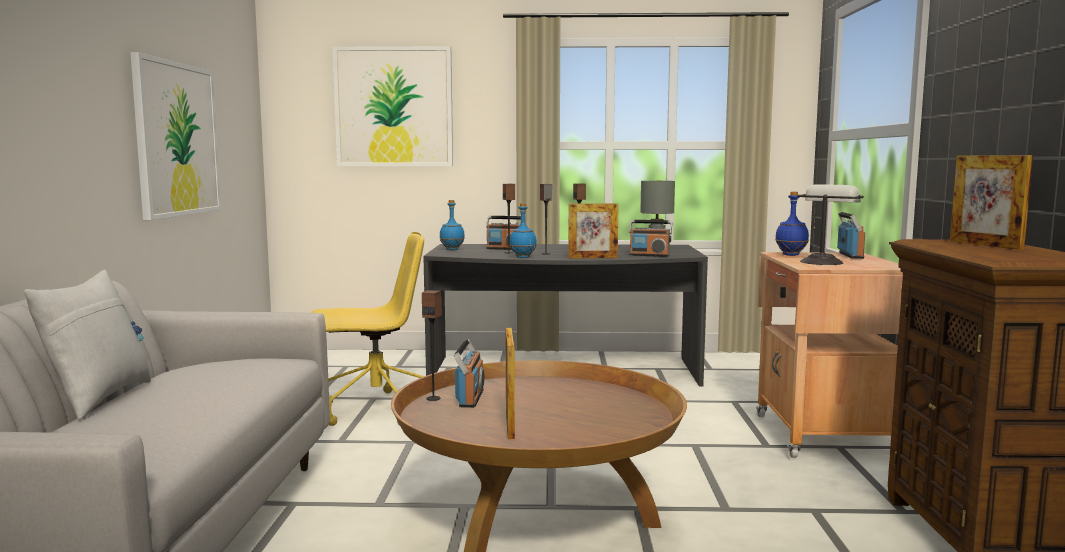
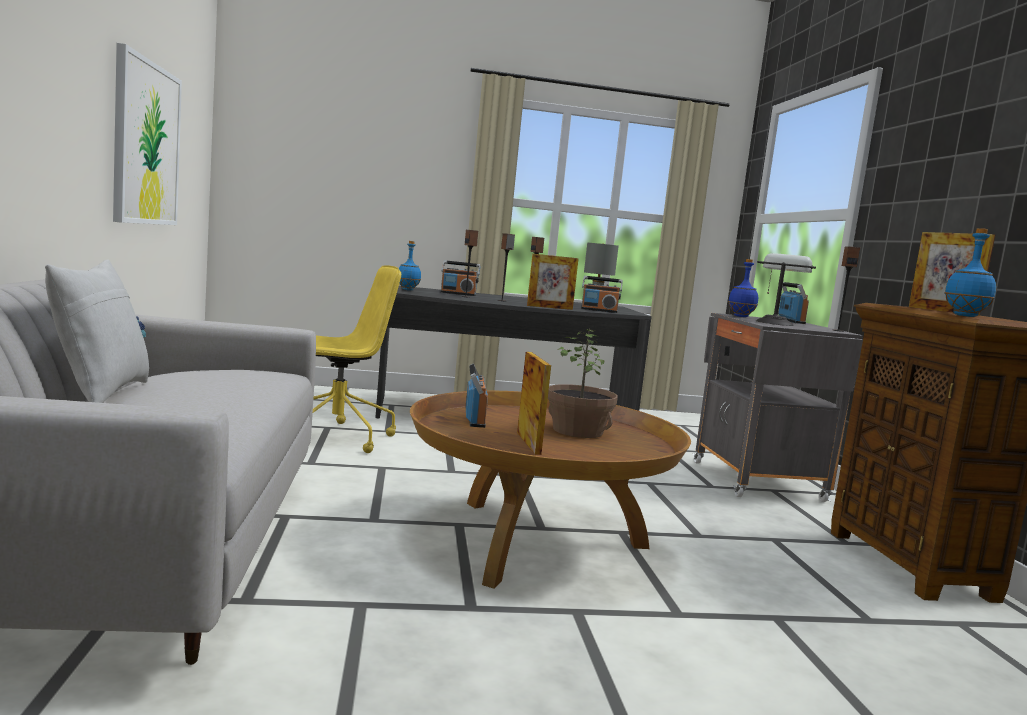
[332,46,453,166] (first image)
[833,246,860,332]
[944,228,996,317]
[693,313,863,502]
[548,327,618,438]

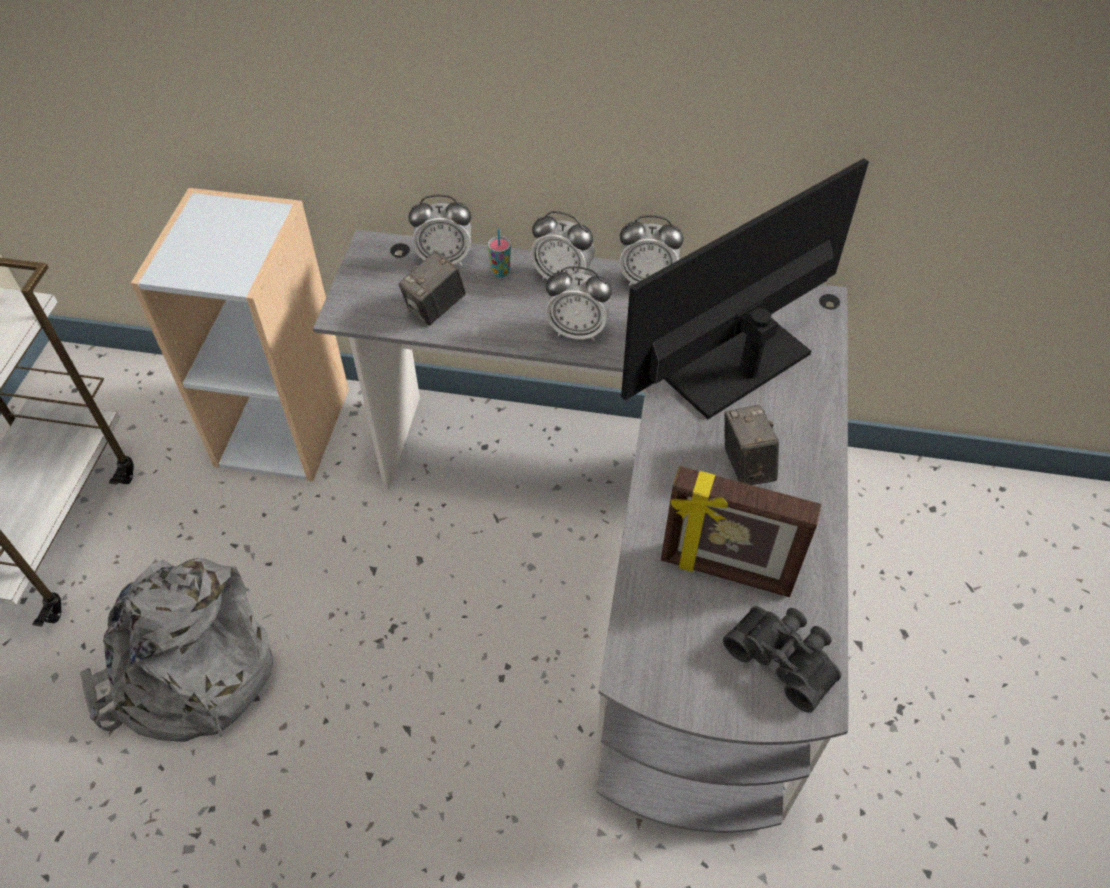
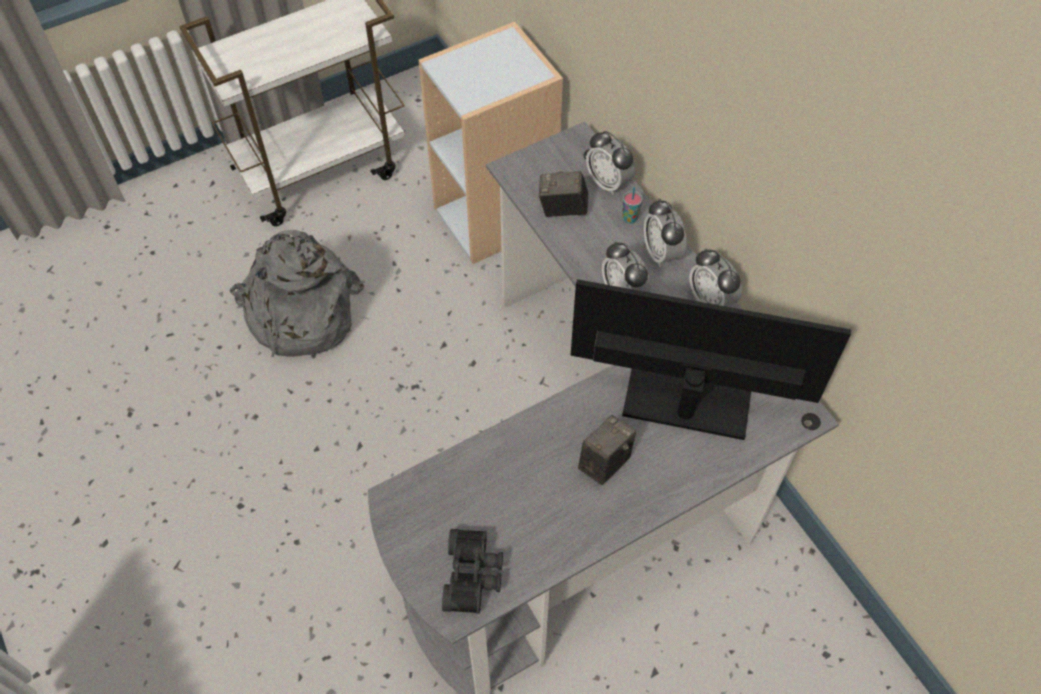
[661,466,821,597] (first image)

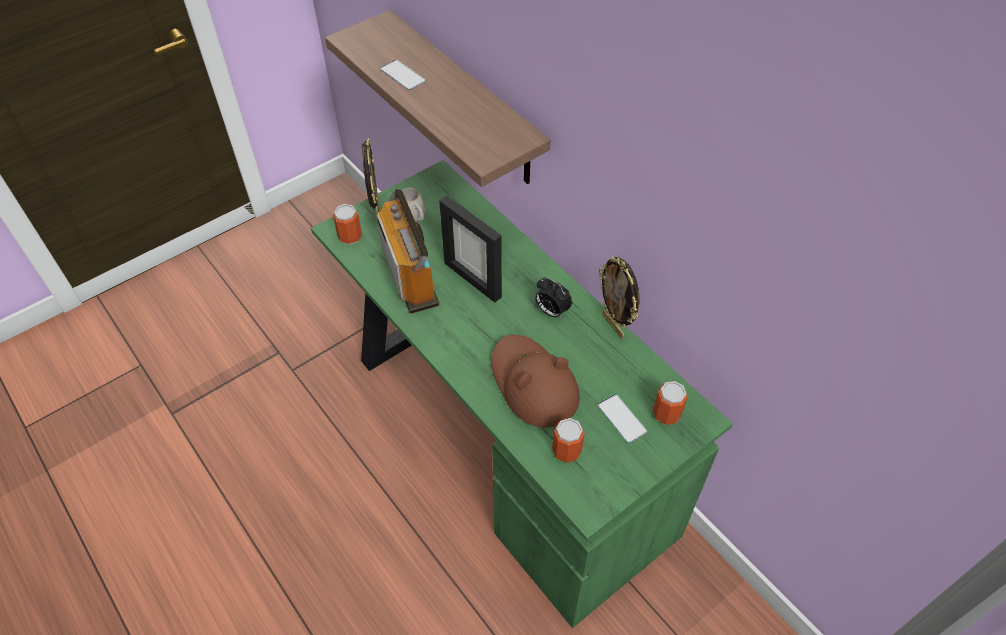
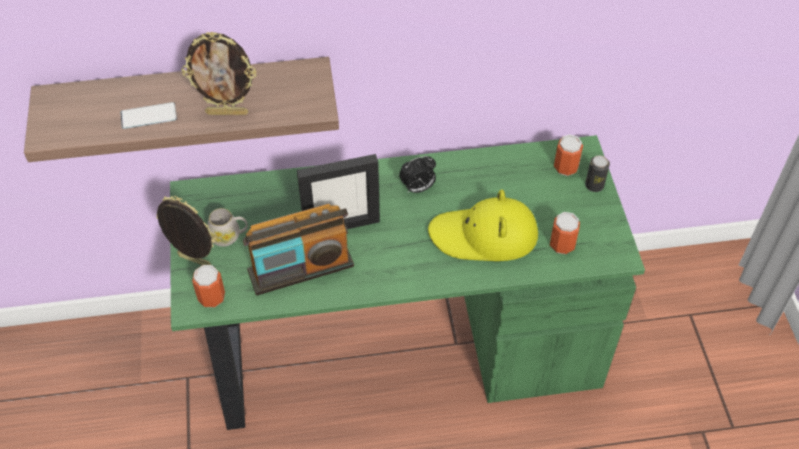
[243,204,354,295]
[428,190,538,261]
[597,394,647,443] (first image)
[181,31,256,115]
[585,155,610,192]

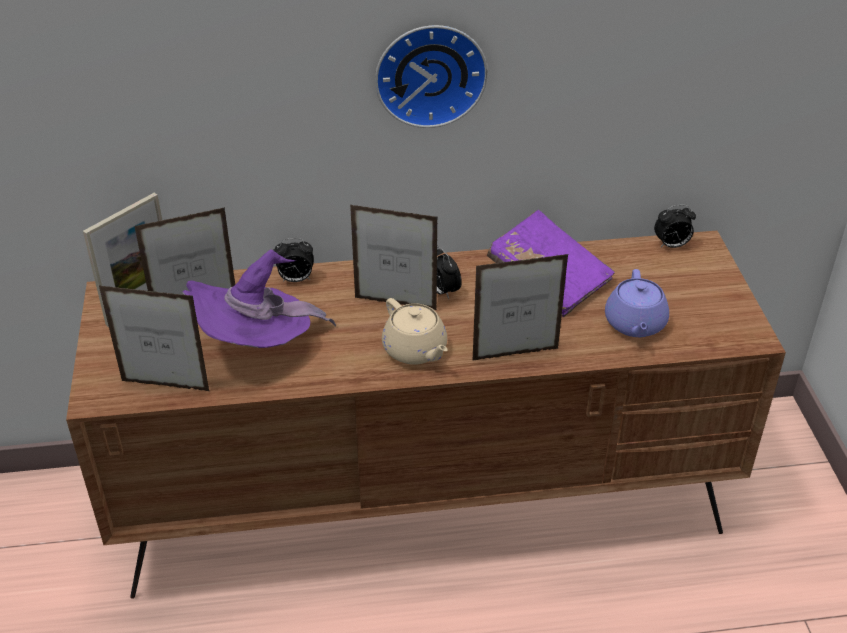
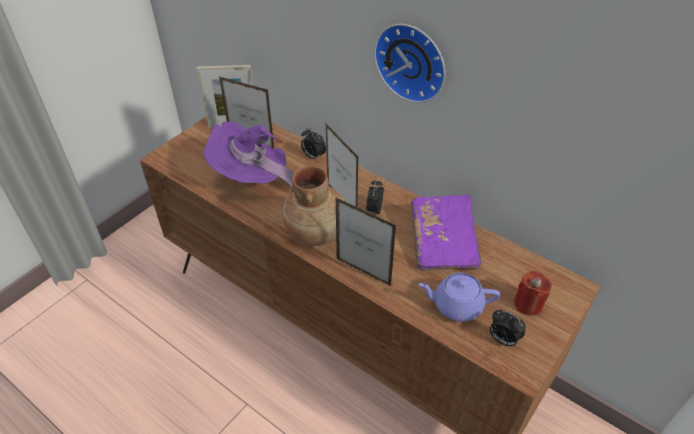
[99,286,209,391] (first image)
[283,166,345,246]
[418,273,500,322]
[490,310,526,347]
[514,271,552,316]

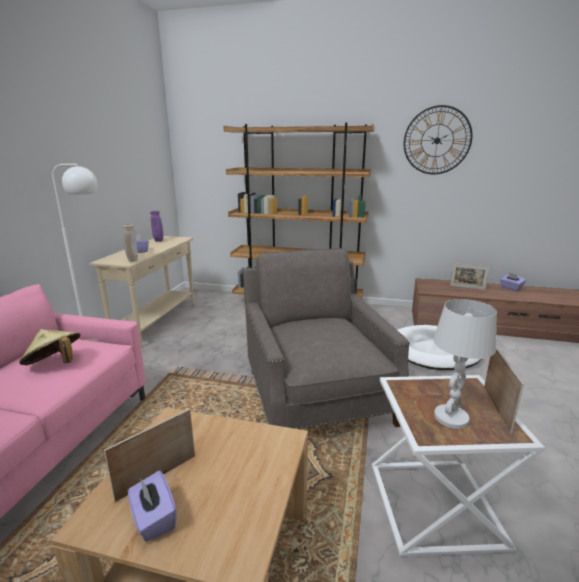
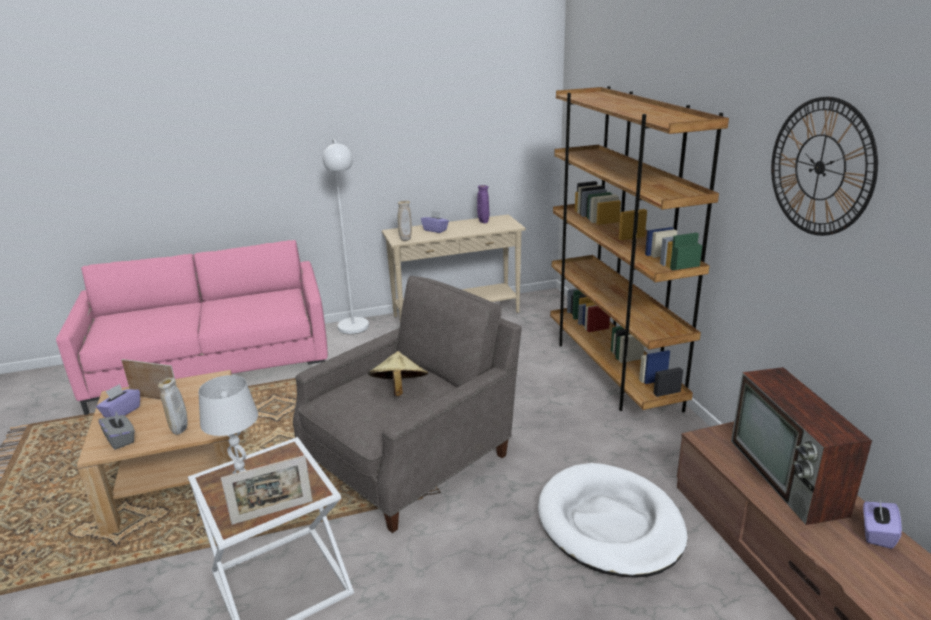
[368,351,428,396]
[731,367,872,525]
[98,412,135,450]
[158,378,187,435]

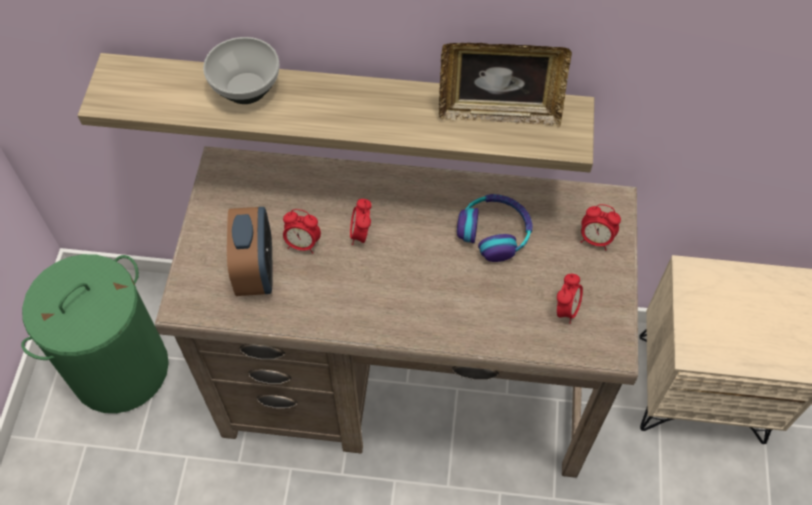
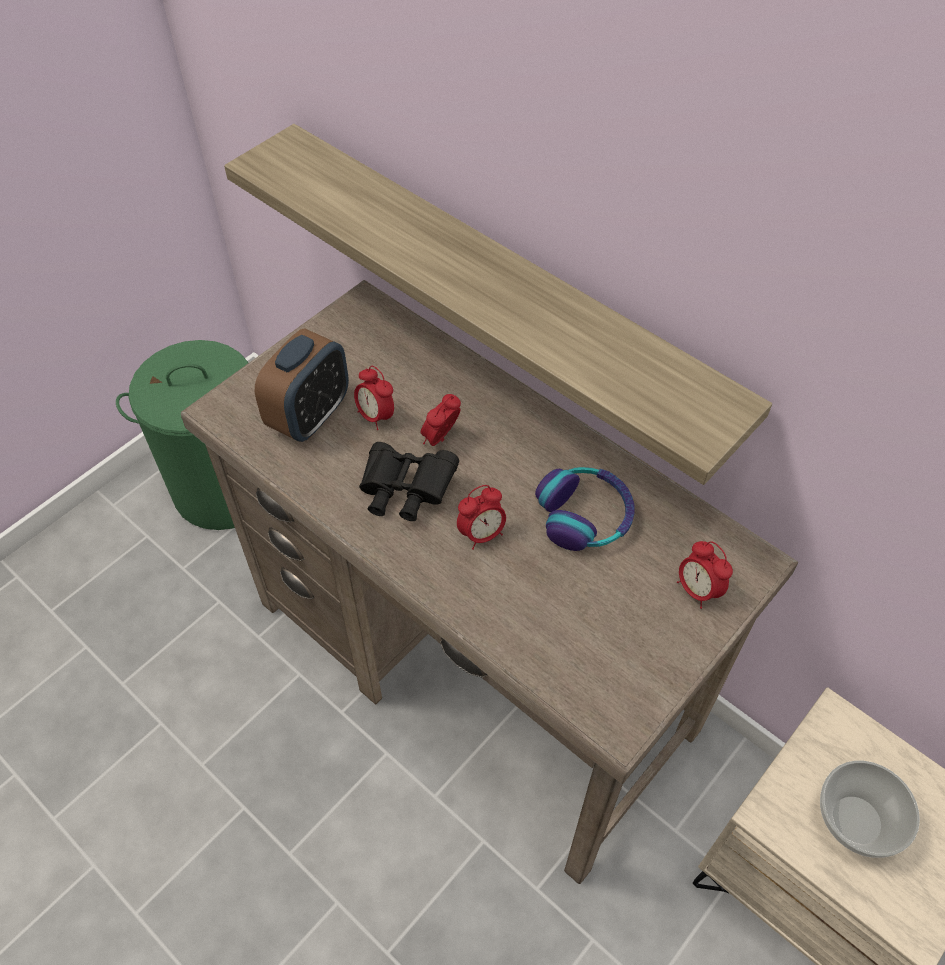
[820,761,920,858]
[439,43,572,127] (first image)
[457,485,506,550]
[359,442,459,521]

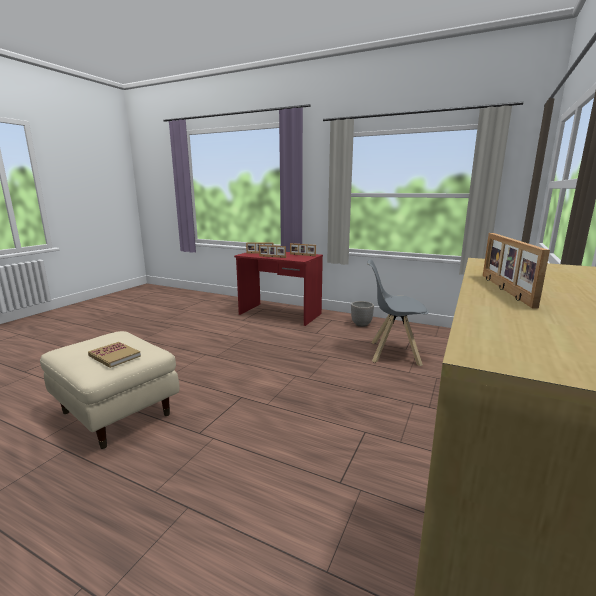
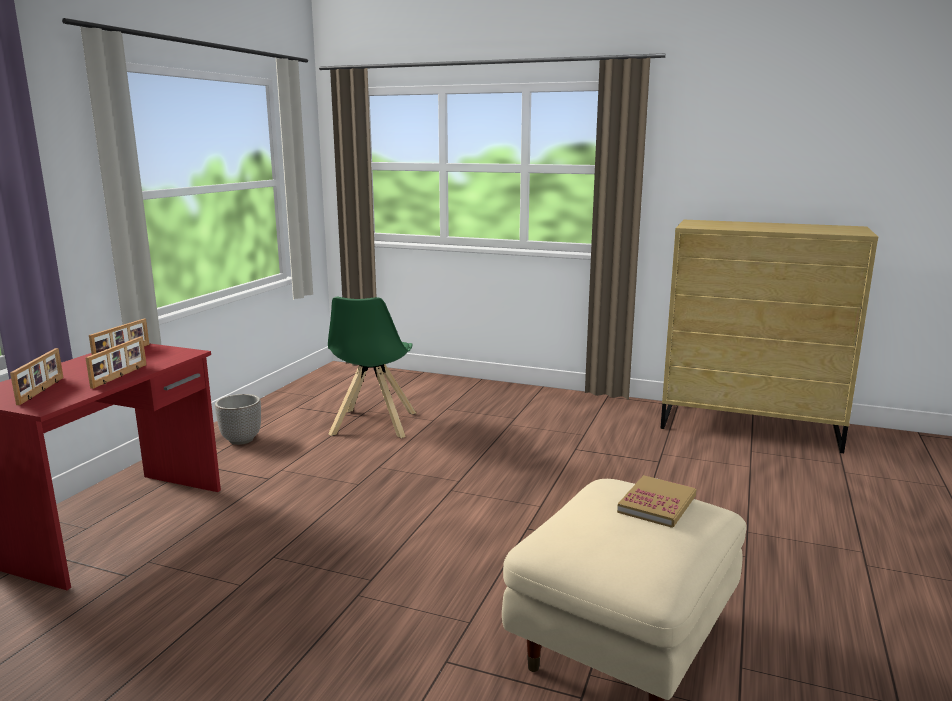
[328,297,416,438]
[483,233,550,309] (first image)

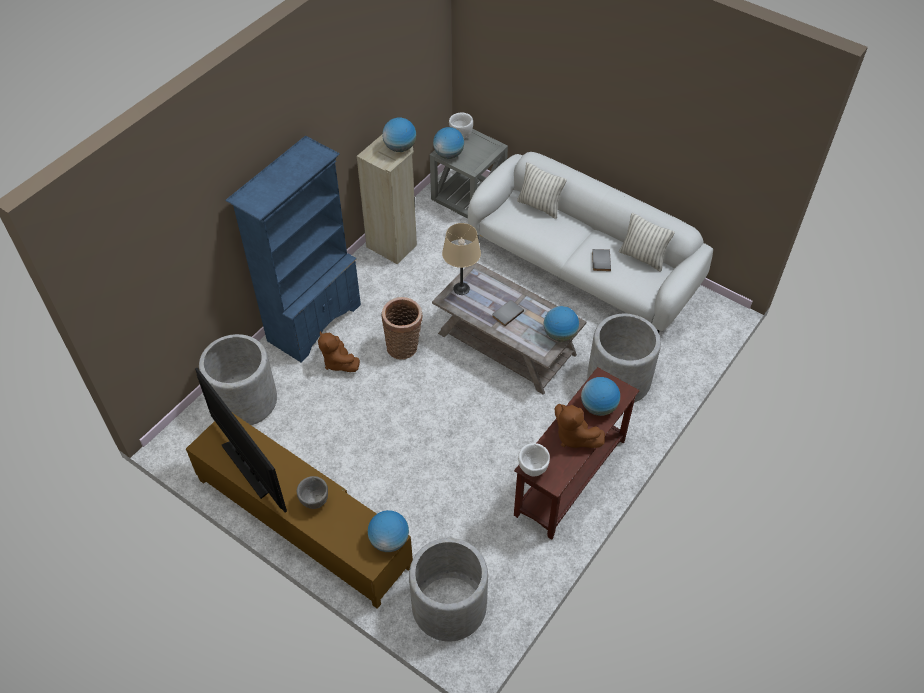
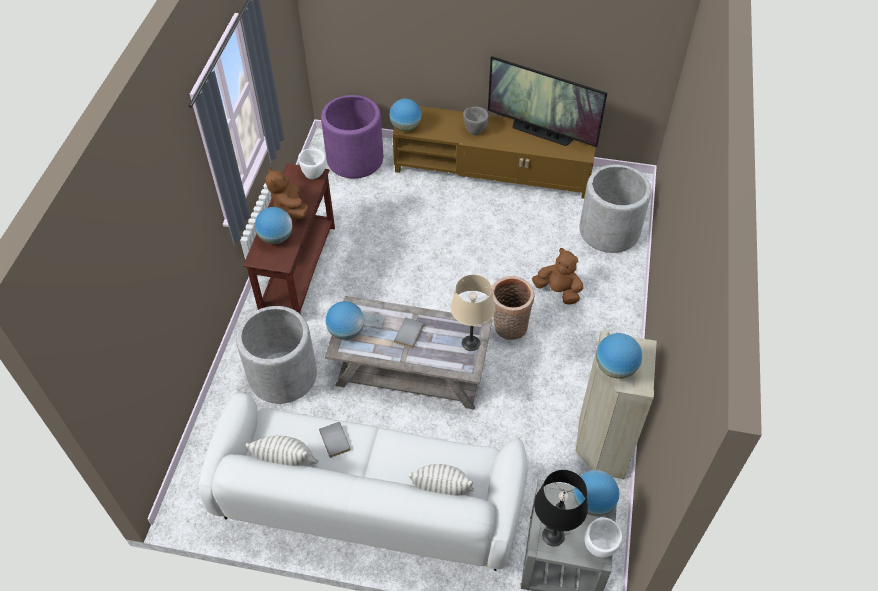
[225,136,361,362] (first image)
[321,95,383,179]
[266,167,309,219]
[534,470,588,547]

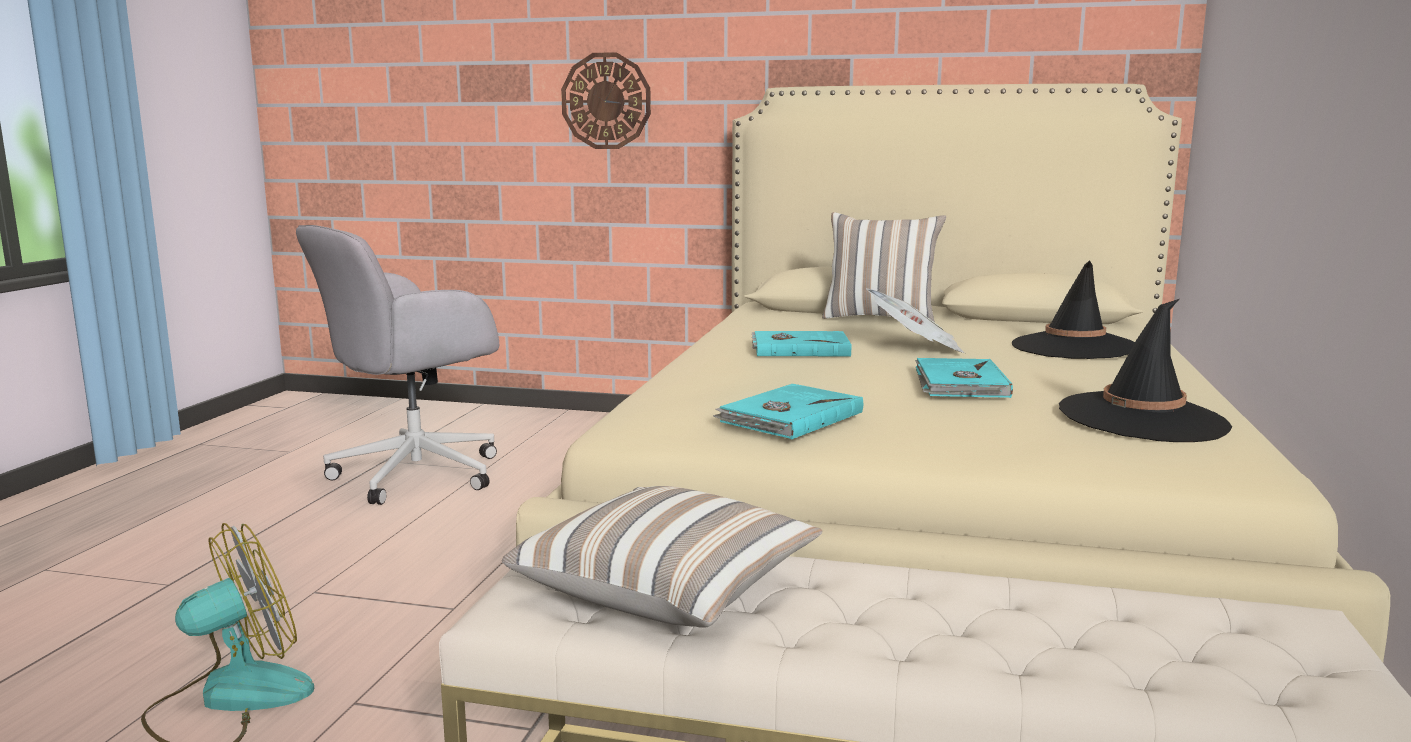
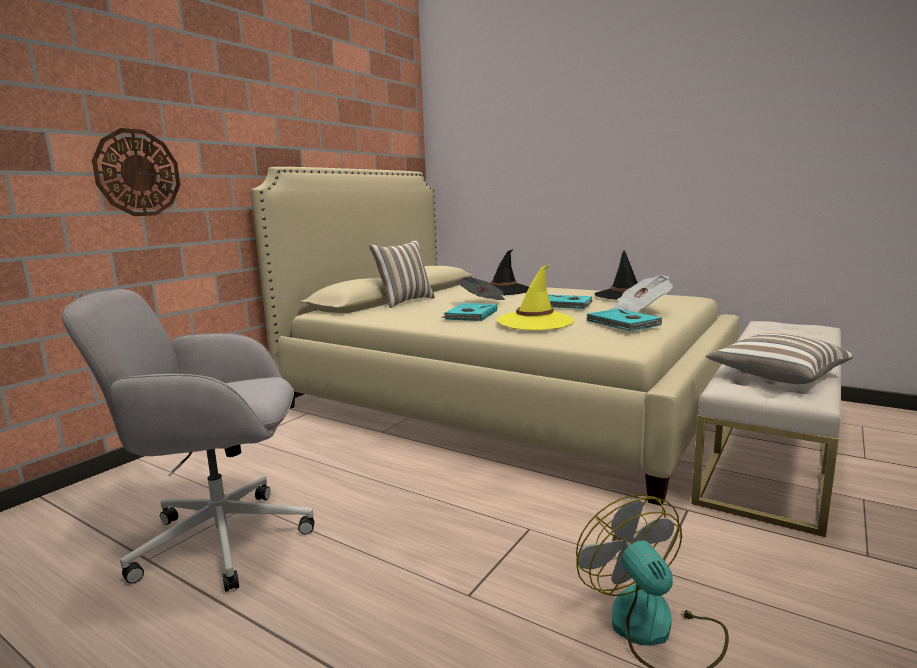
[62,289,314,592]
[497,264,574,330]
[609,275,673,312]

